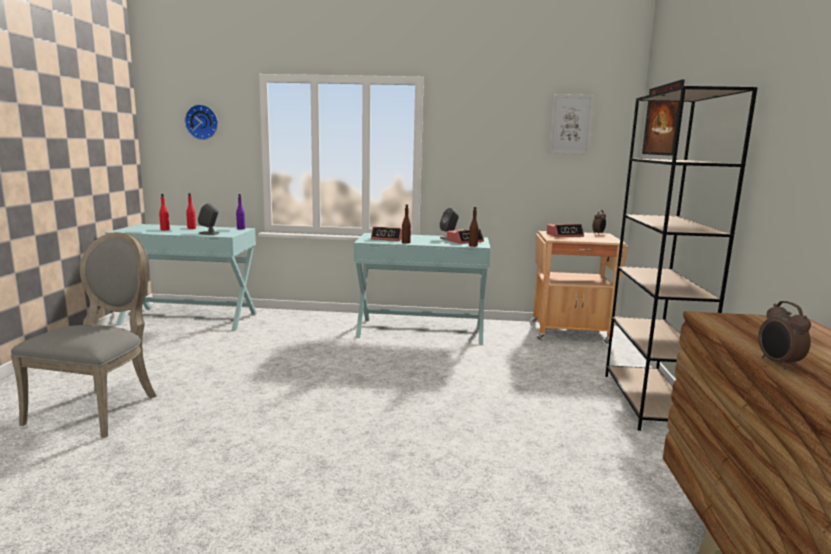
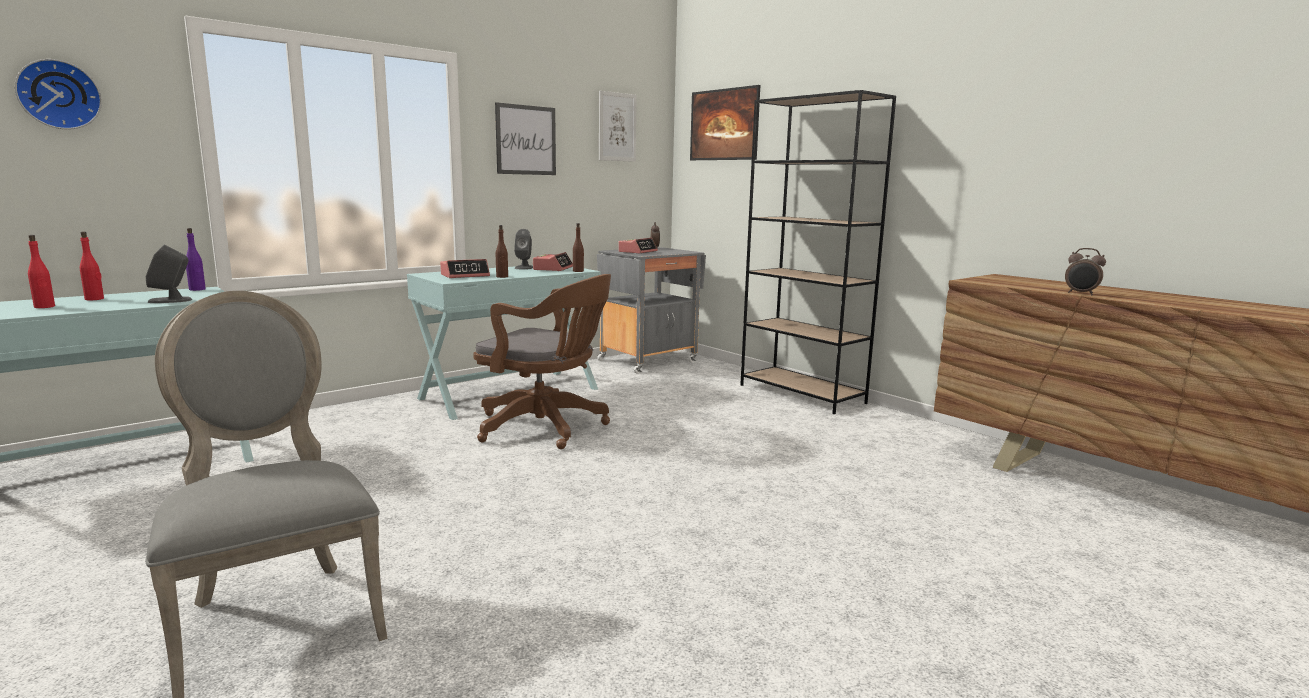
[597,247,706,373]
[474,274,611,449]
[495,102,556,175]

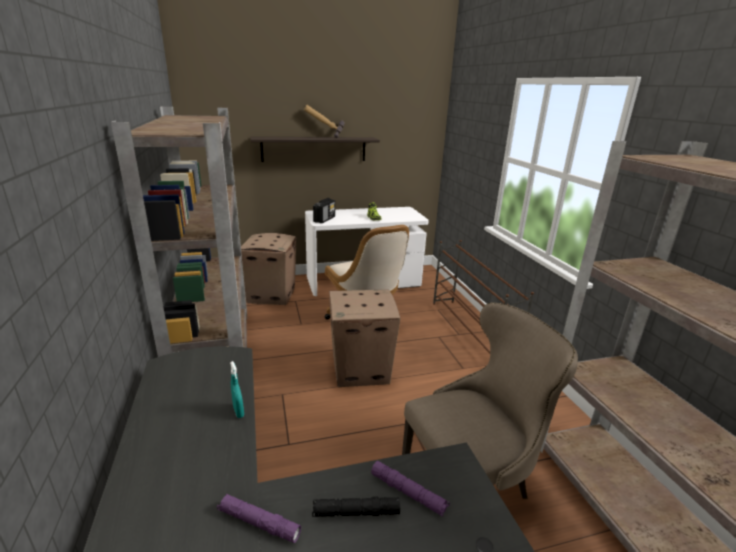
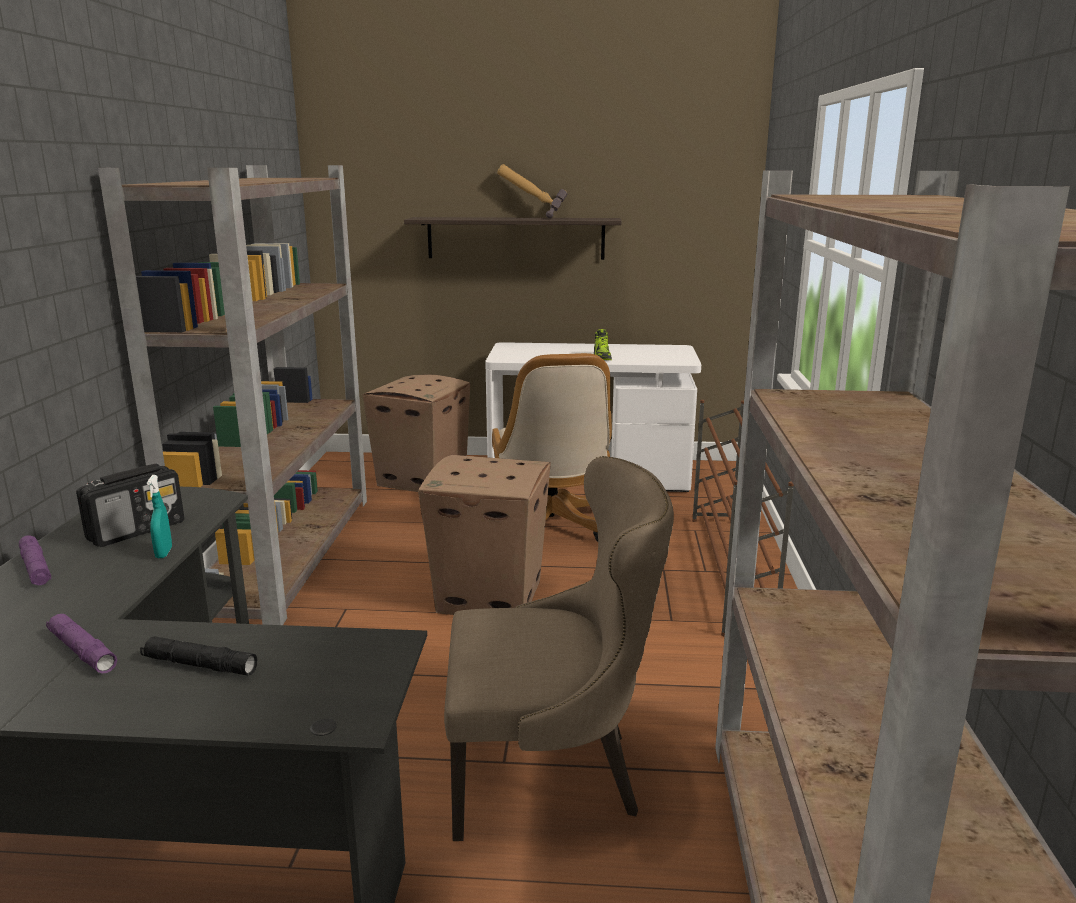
[76,464,184,547]
[19,535,51,585]

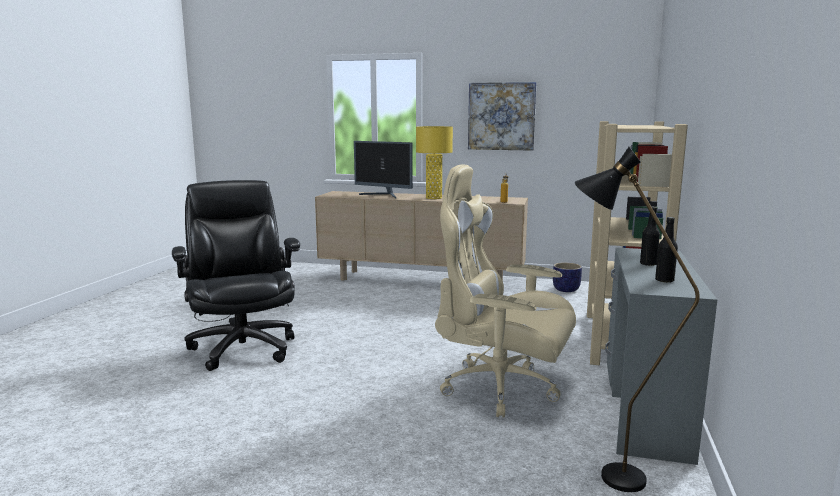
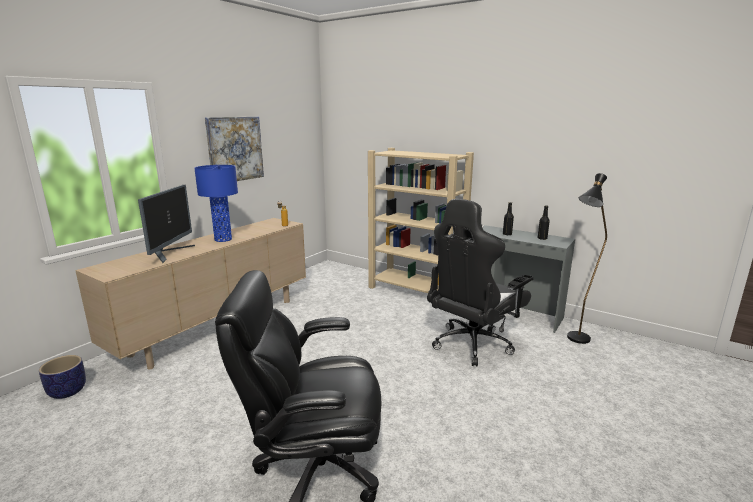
[138,185,195,263]
[194,165,238,242]
[427,199,533,366]
[39,355,86,399]

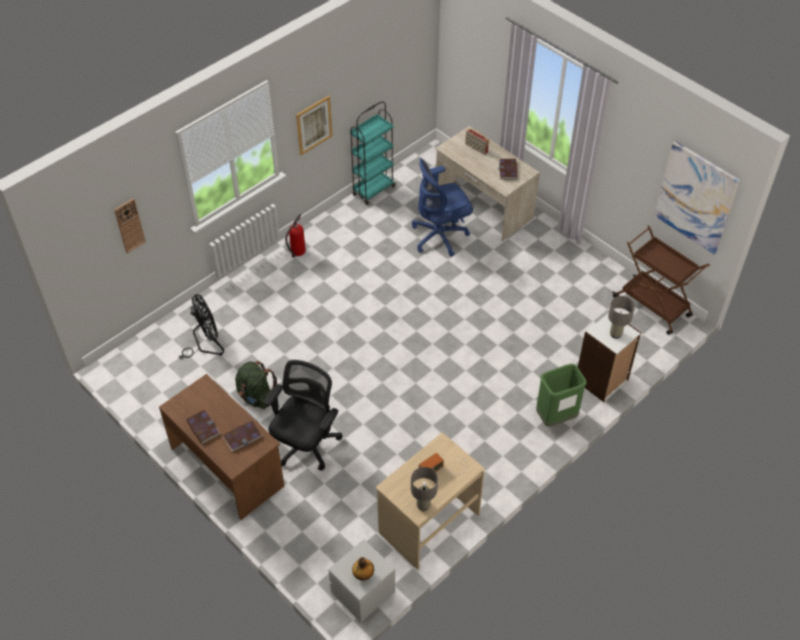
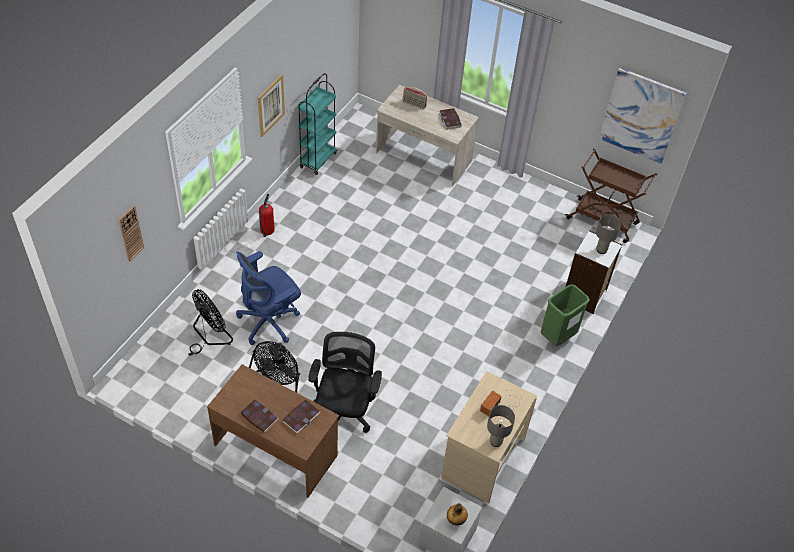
[249,341,300,393]
[236,251,301,345]

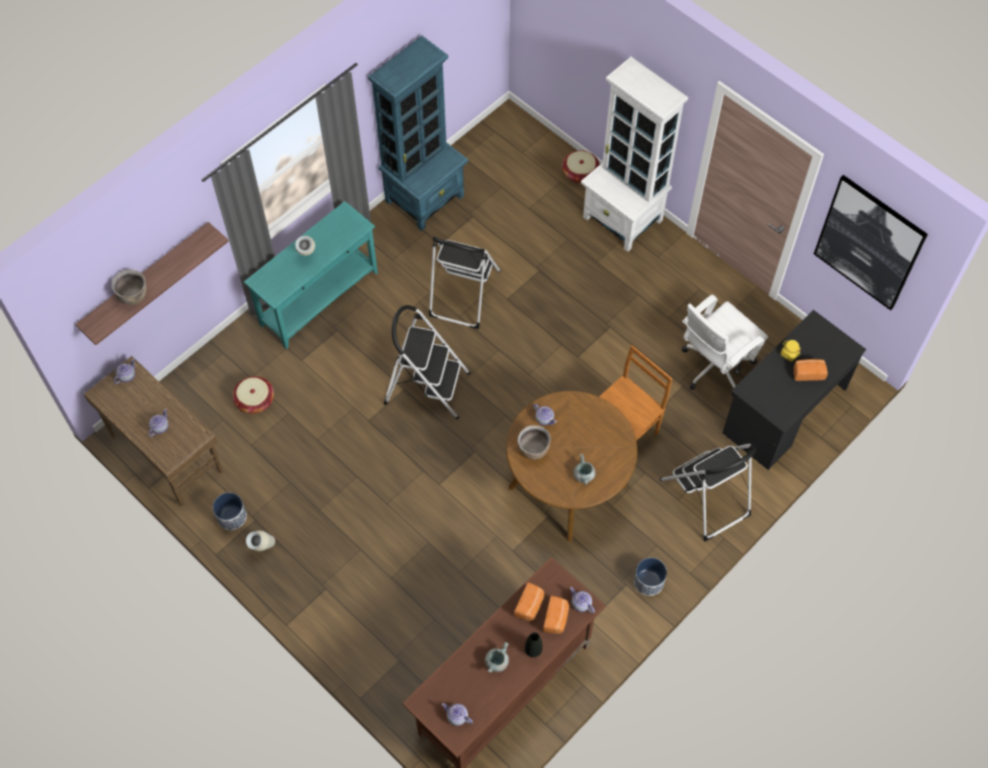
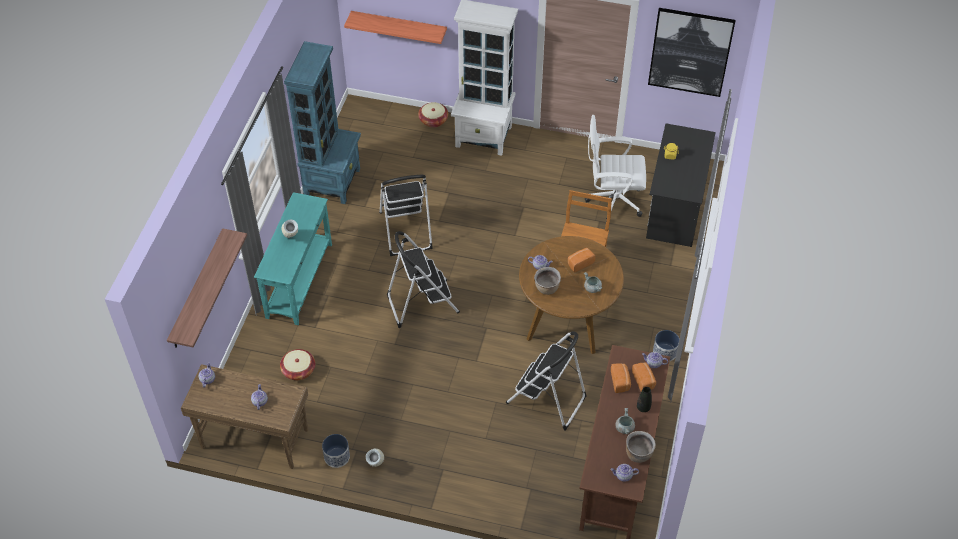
[626,431,656,463]
[506,332,587,431]
[585,115,646,221]
[568,248,595,272]
[344,11,447,44]

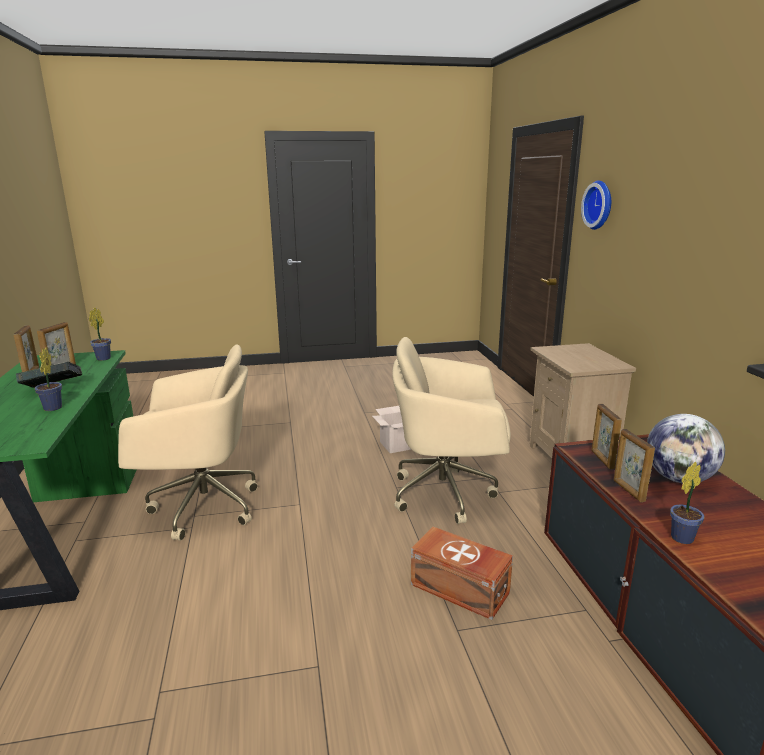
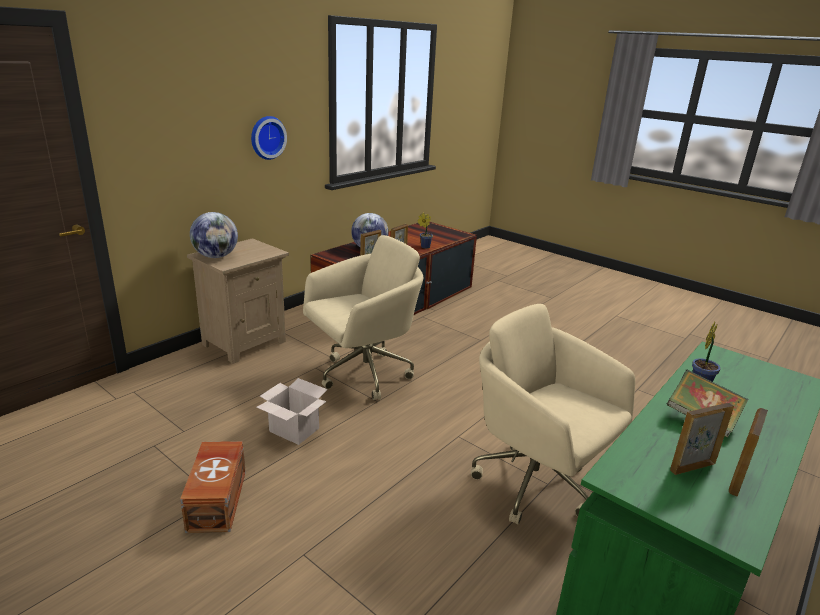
[89,308,111,361] (first image)
[303,235,423,400]
[180,441,246,533]
[251,116,287,160]
[190,212,238,258]

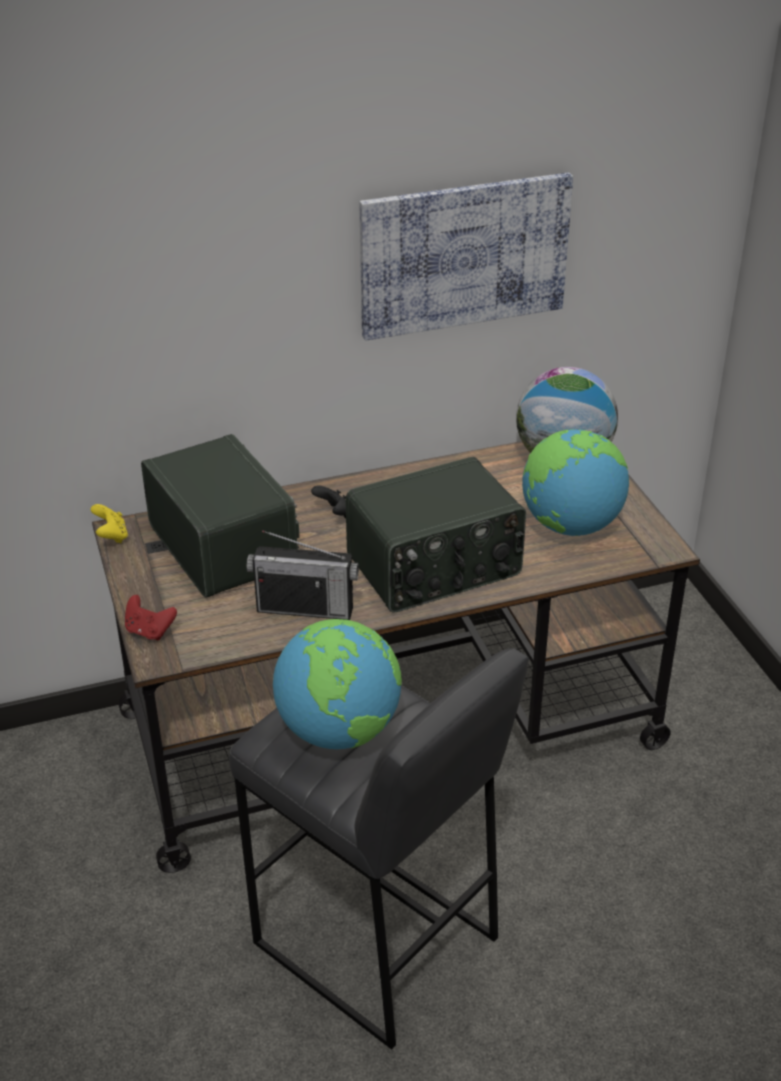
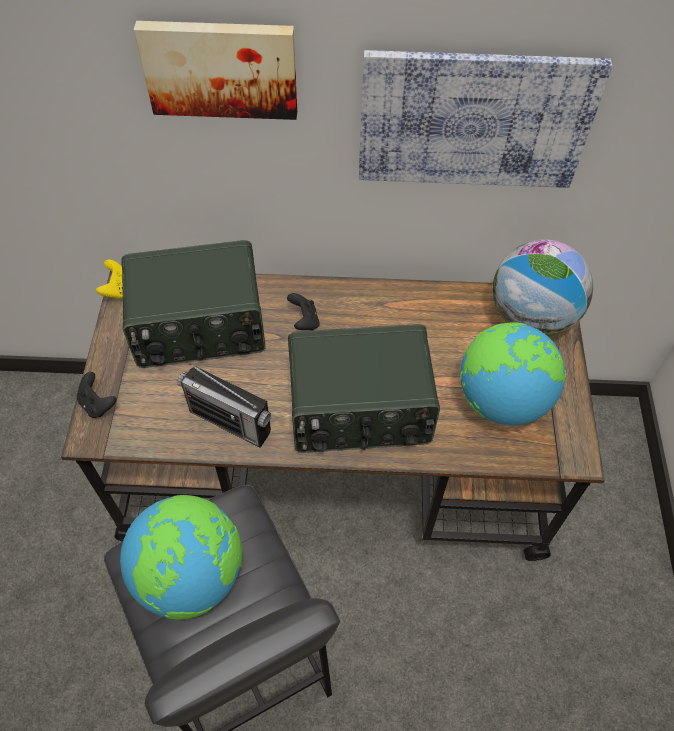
[77,372,116,418]
[121,240,266,368]
[134,21,297,120]

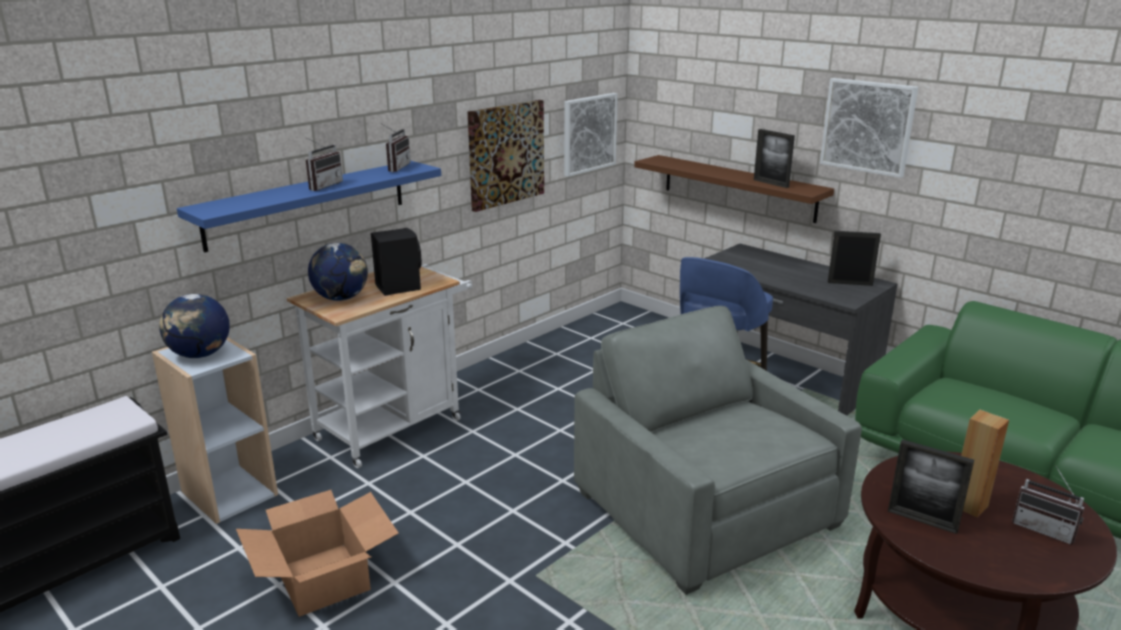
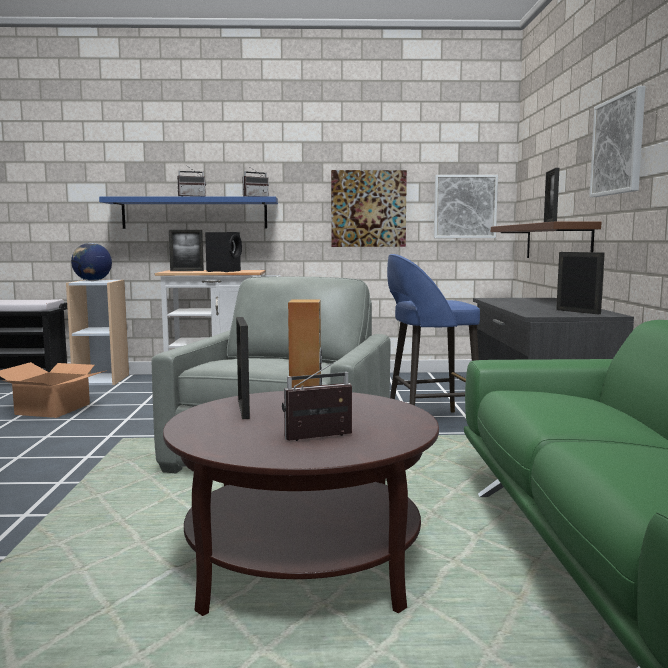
[169,230,204,271]
[282,362,352,441]

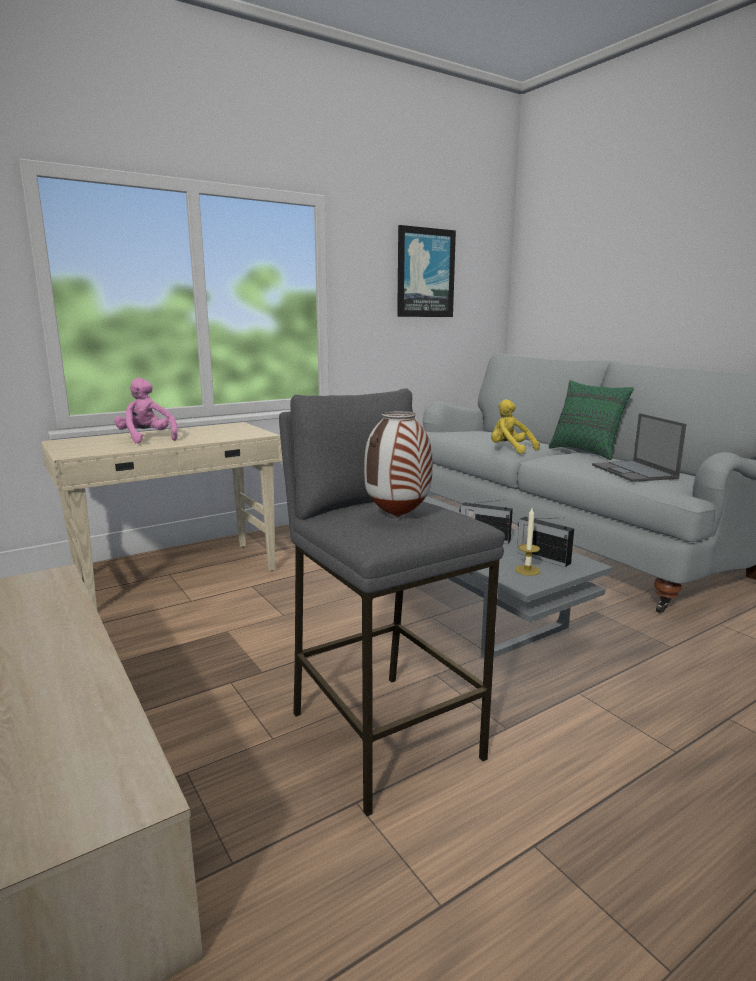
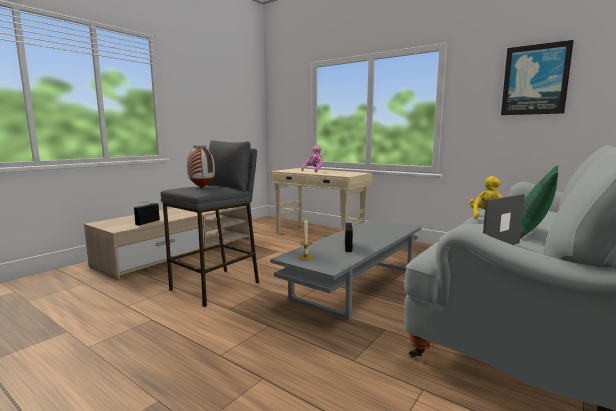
[134,202,160,225]

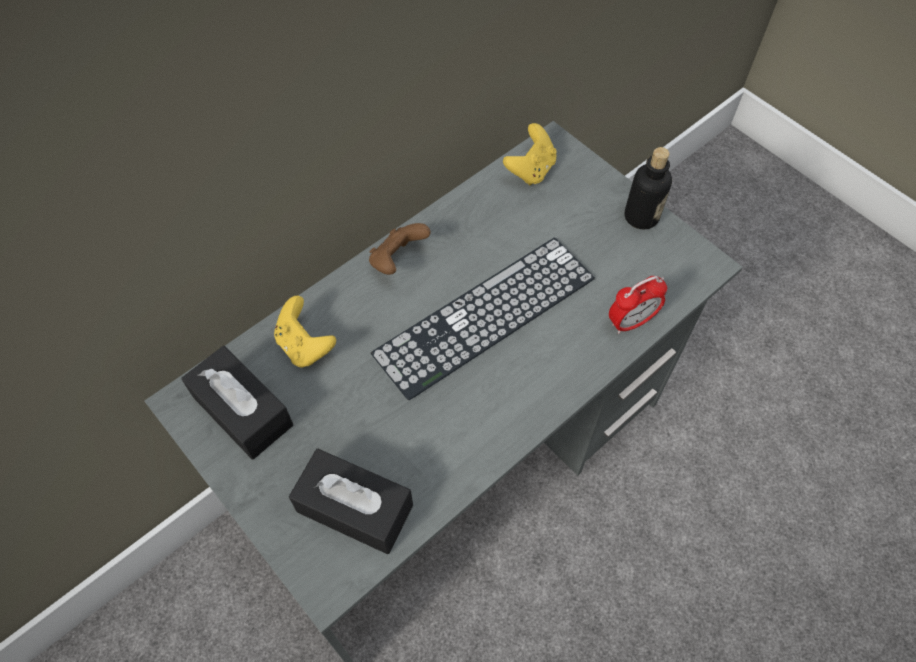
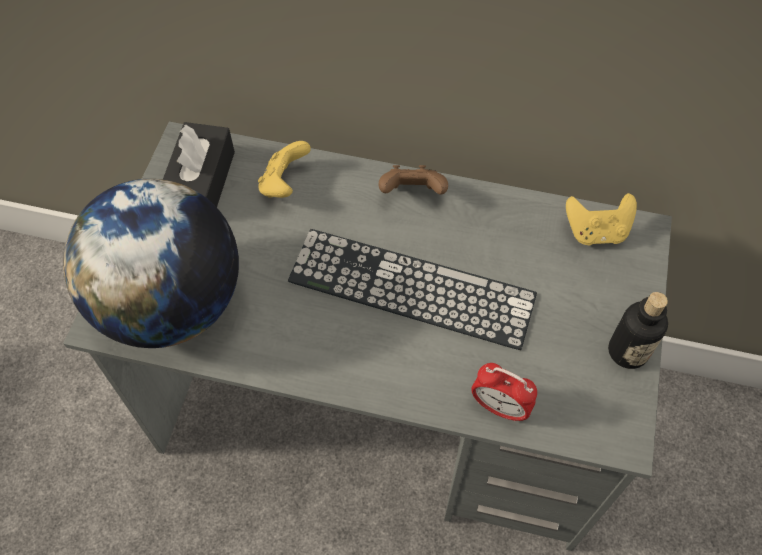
[63,179,239,348]

